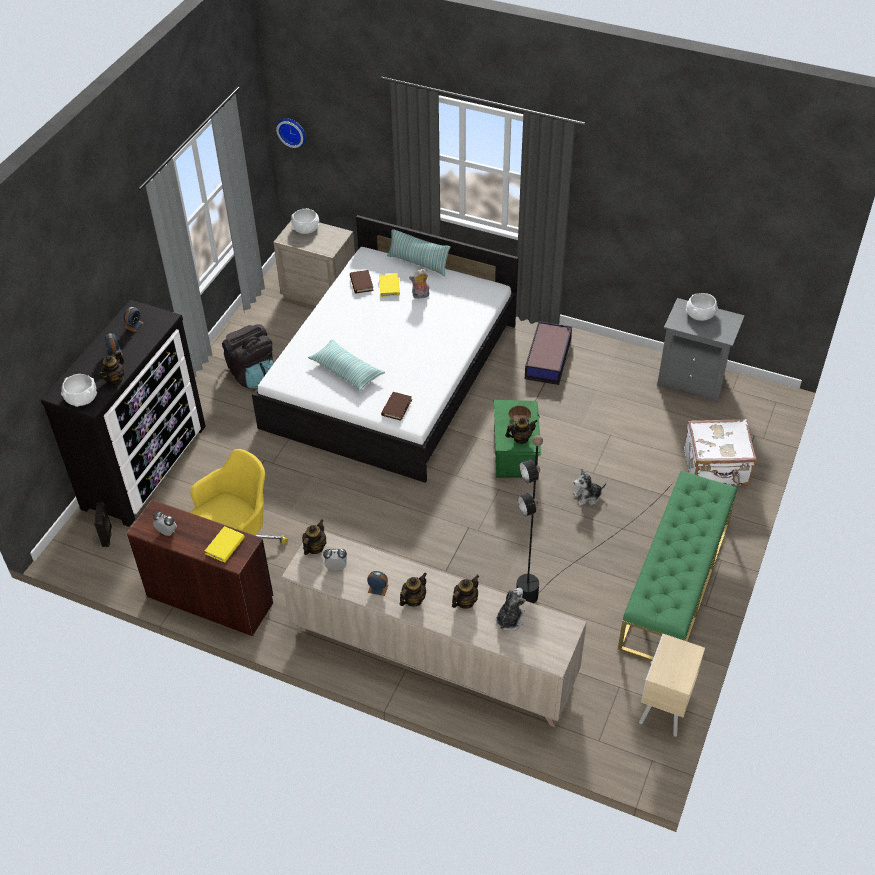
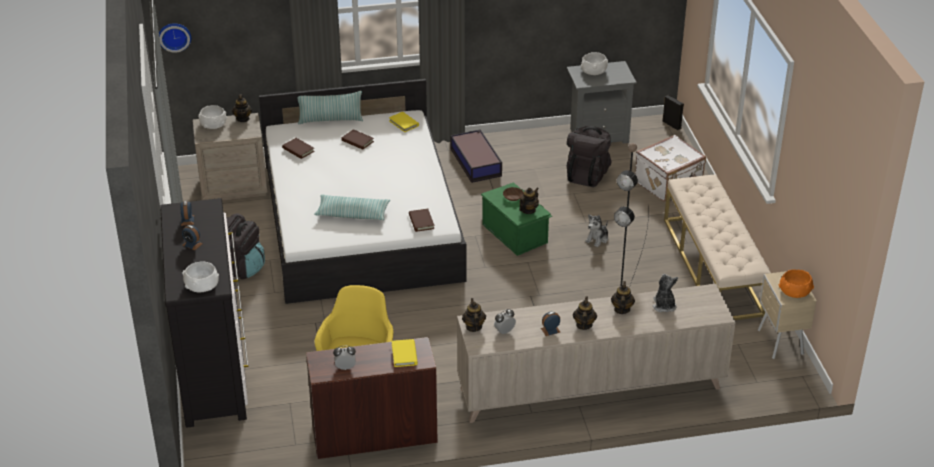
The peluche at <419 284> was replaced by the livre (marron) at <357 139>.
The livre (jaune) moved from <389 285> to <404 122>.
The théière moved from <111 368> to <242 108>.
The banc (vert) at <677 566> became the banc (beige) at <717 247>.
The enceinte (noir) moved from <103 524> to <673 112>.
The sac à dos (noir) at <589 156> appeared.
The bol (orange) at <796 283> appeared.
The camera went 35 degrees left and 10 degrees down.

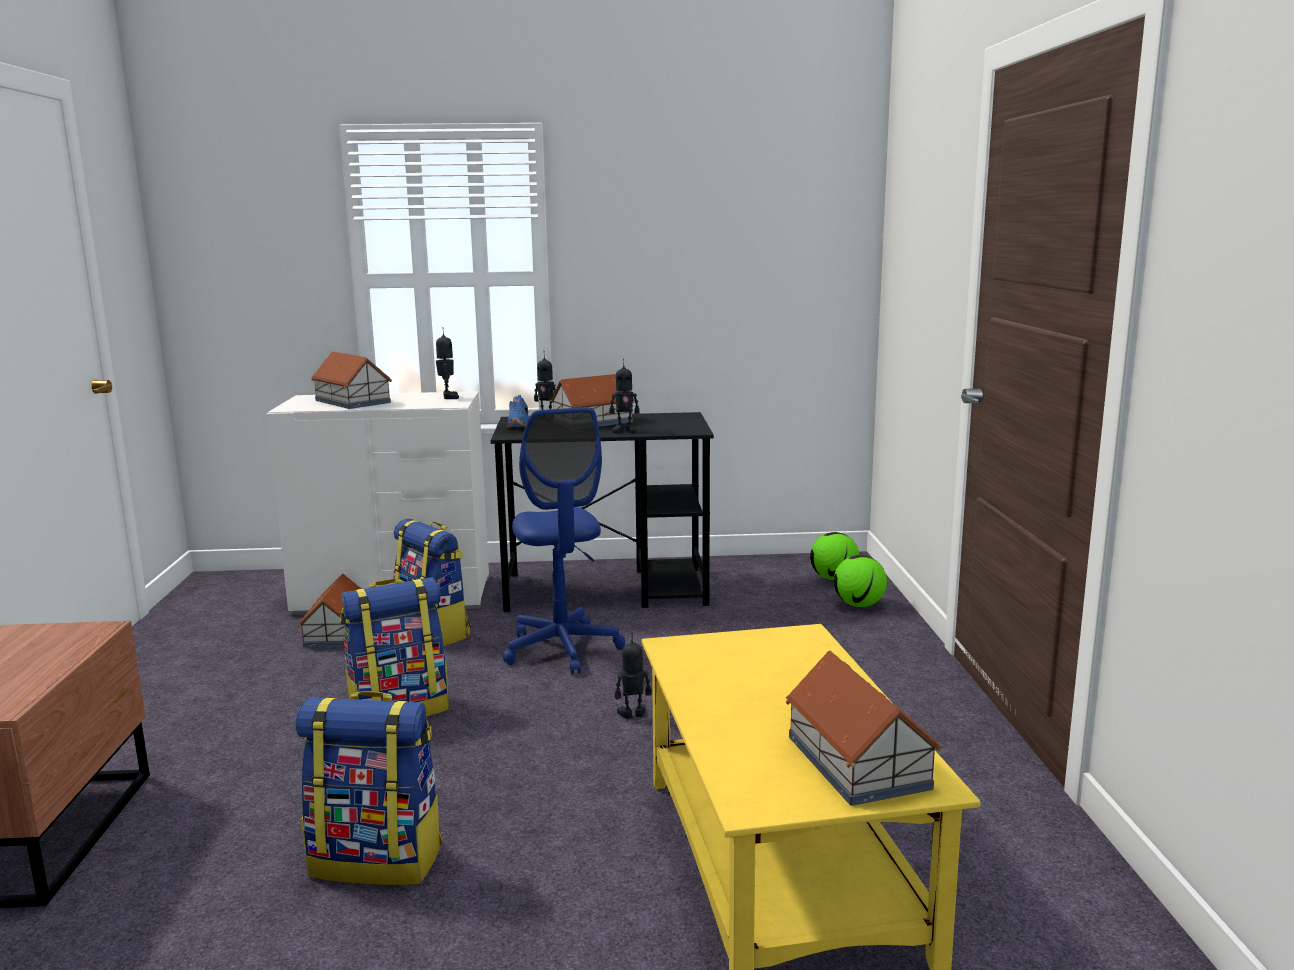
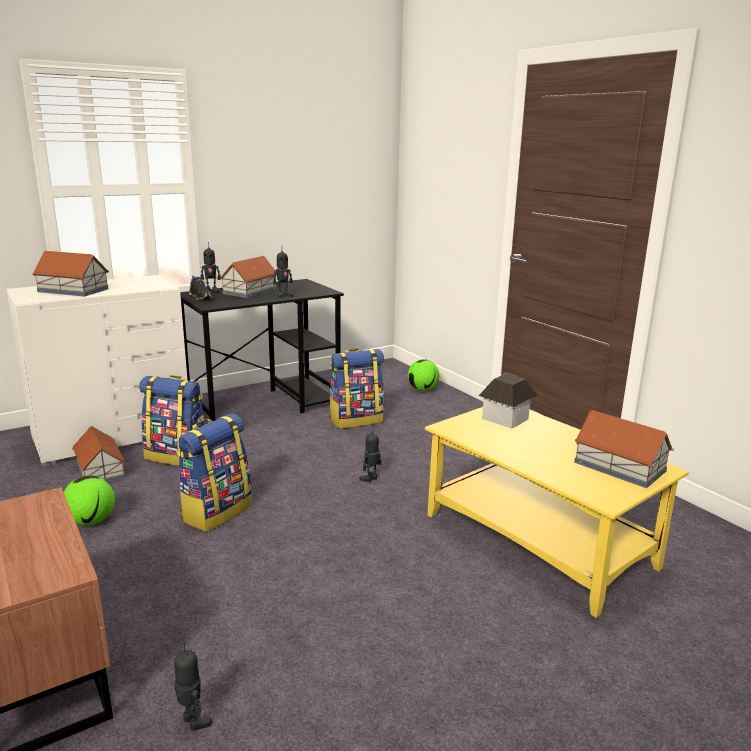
The robot jouet moved from <447 363> to <193 686>.
The chaussure (bleu) at <518 411> became the chaussure (noir) at <201 288>.
The chaise de bureau (bleu) at <564 541> disappeared.
The ballon de foot moved from <835 556> to <89 500>.
The sac à dos moved from <369 788> to <356 388>.
The maison miniature at <508 401> appeared.
The camera went 30 degrees left and 5 degrees up.

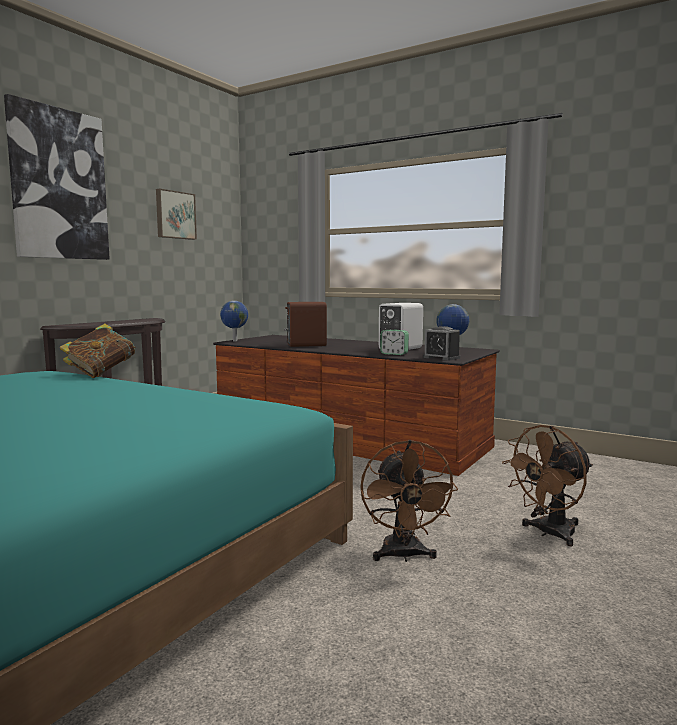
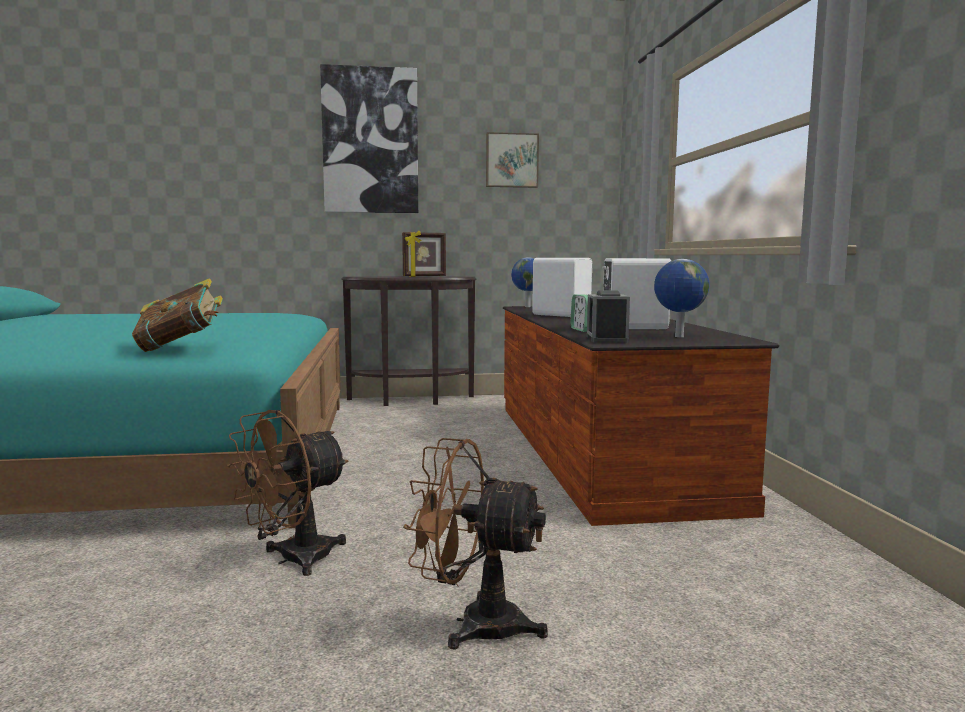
The enceinte (marron) at <305 324> became the enceinte (blanc) at <562 287>.
The livre moved from <98 351> to <177 315>.
The cadre photo at <424 254> appeared.
The camera went 50 degrees right and 0 degrees up.

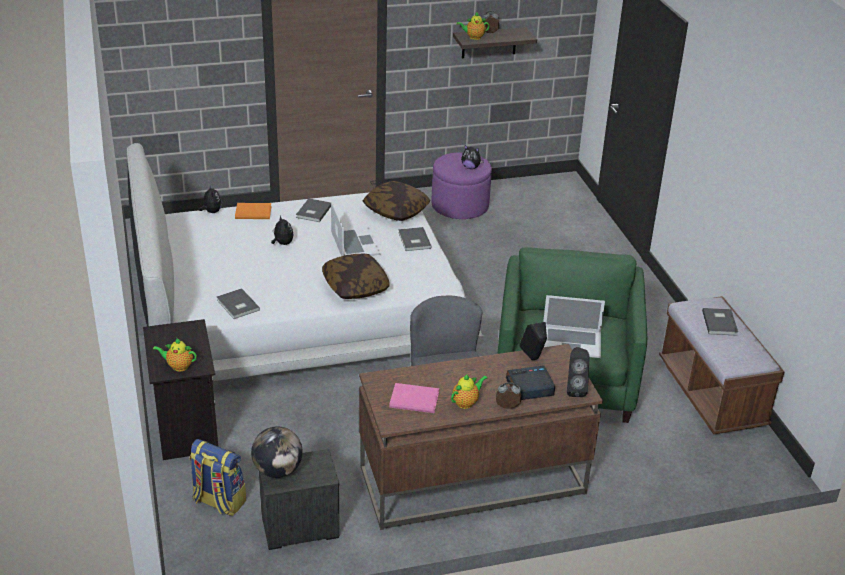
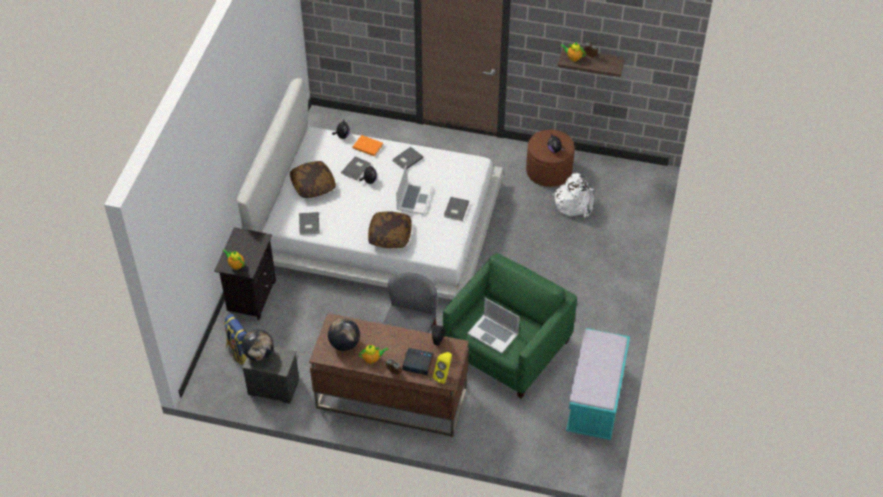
The pouf (violet) at <462 185> became the pouf (marron) at <550 158>.
The coussin moved from <396 201> to <313 179>.
The banc (marron) at <721 365> became the banc (turquoise) at <598 384>.
The livre (gris) moved from <720 322> to <355 168>.
The enceinte (noir) at <578 372> became the enceinte (jaune) at <442 368>.
The livre (rose) at <414 398> was replaced by the globe at <344 334>.
The sac à dos (blanc) at <573 195> appeared.
The camera went 30 degrees right and 15 degrees up.

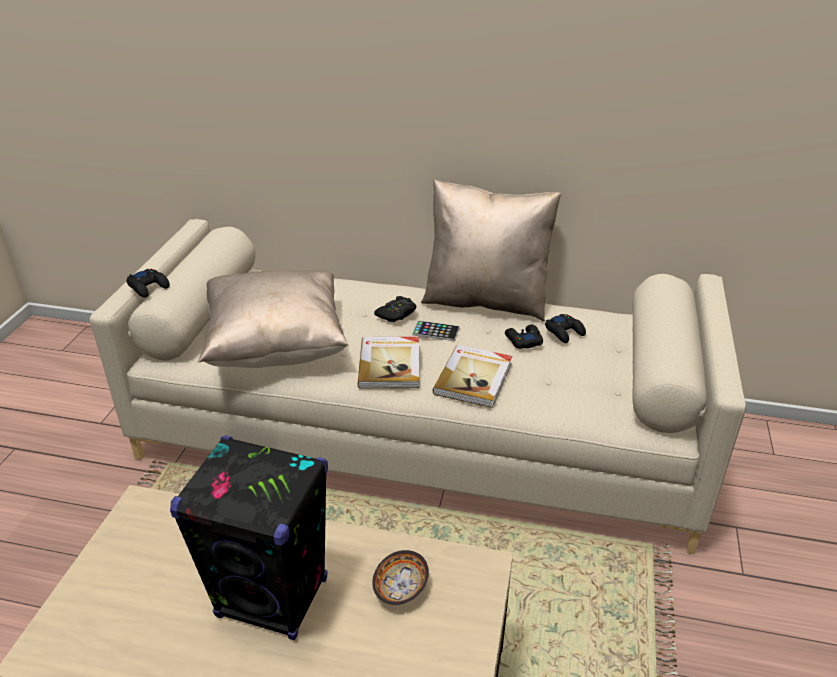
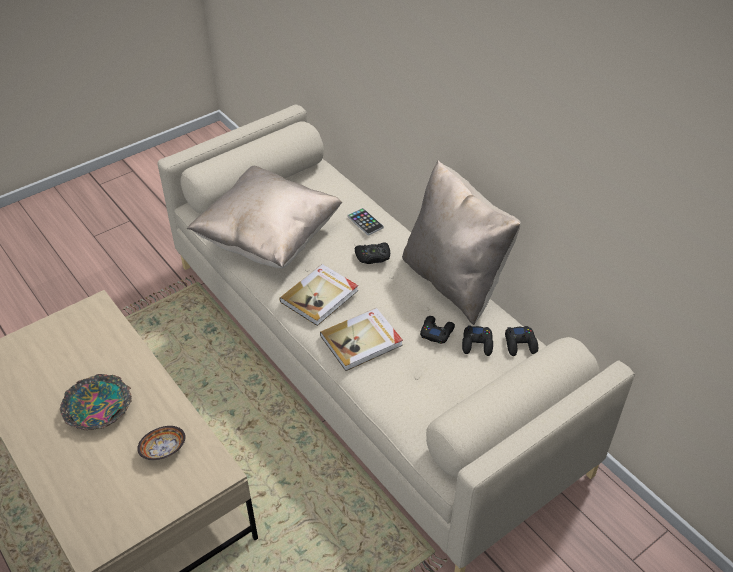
The manette (noir) moved from <148 283> to <521 341>.
The téléphone moved from <436 330> to <365 221>.
The enceinte (noir) at <249 537> was replaced by the bol at <96 402>.
The camera went 40 degrees right and 10 degrees up.

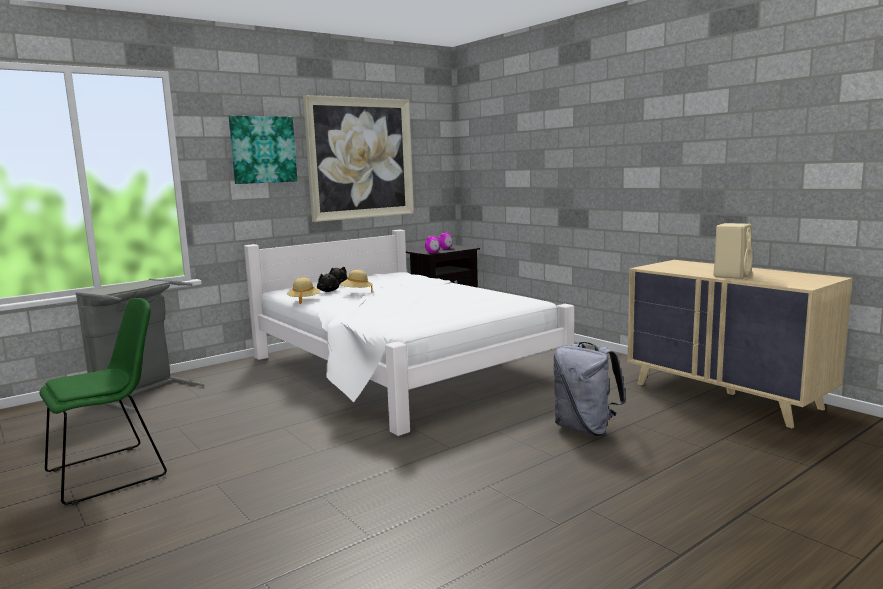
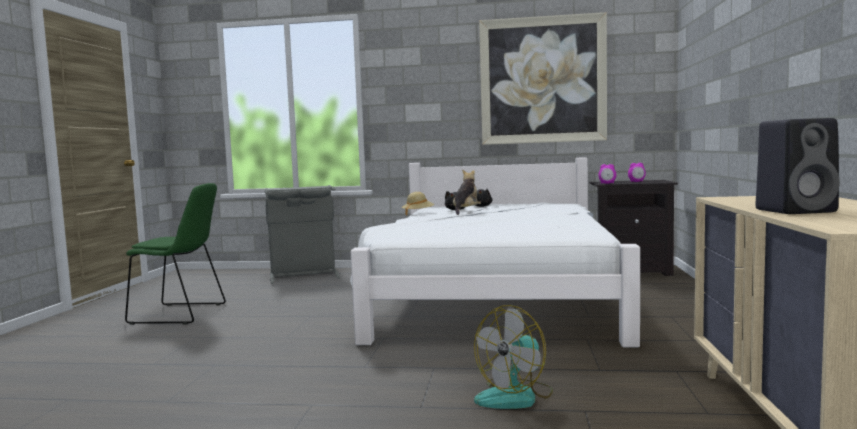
The tableau at <263 150> disappeared.
The enceinte (beige) at <733 251> became the enceinte (noir) at <798 166>.
The chapeau (beige) at <356 281> was replaced by the peluche at <467 192>.
The sac à dos (gris) at <589 389> was replaced by the ventilateur at <513 357>.
The camera went 45 degrees right and 5 degrees down.

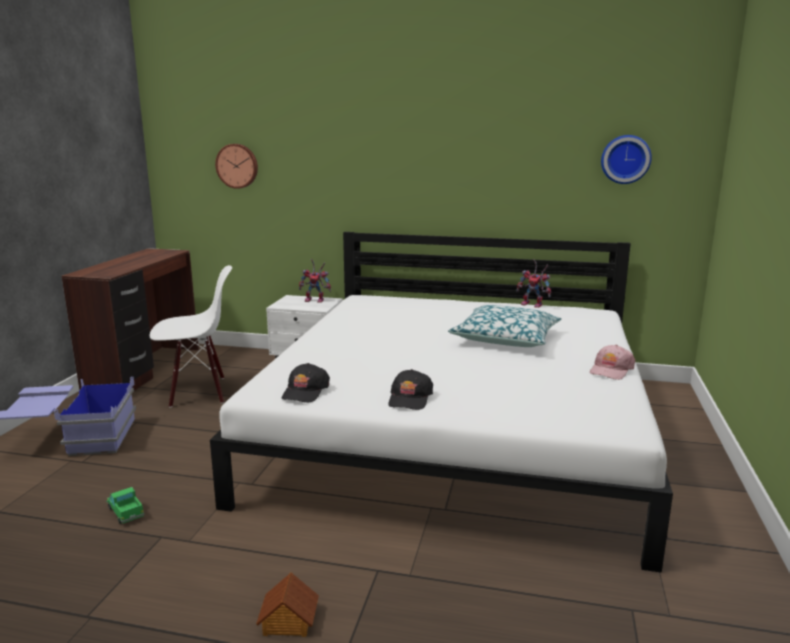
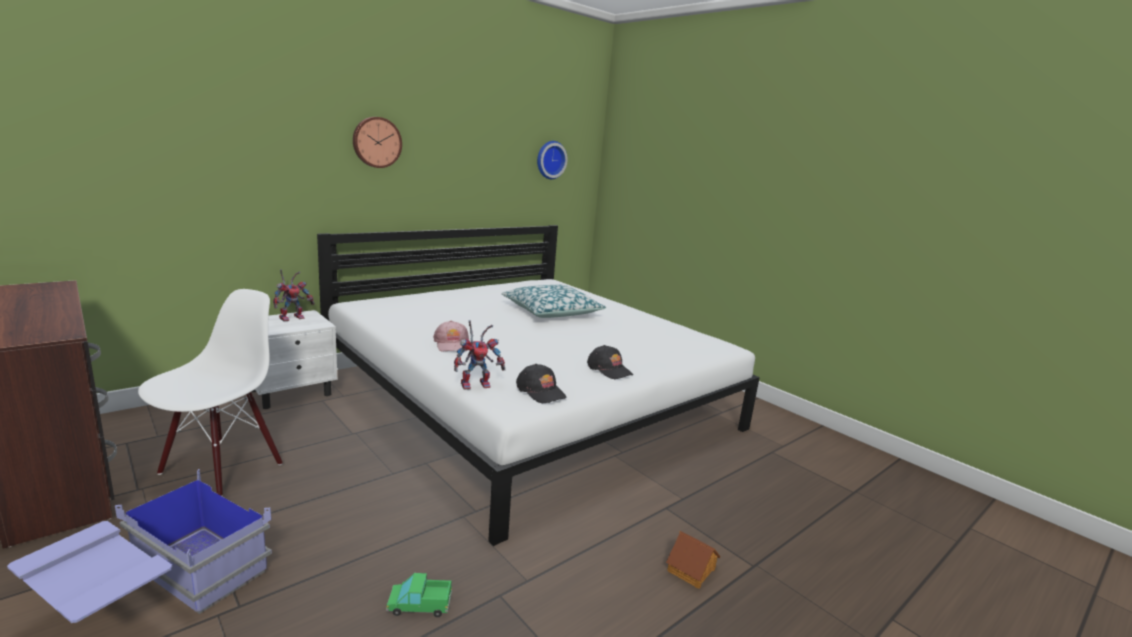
The horloge murale moved from <236 166> to <377 142>.
The robot jouet moved from <533 283> to <479 355>.
The casquette (rose) moved from <612 362> to <451 336>.
The camera went 55 degrees left and 0 degrees up.

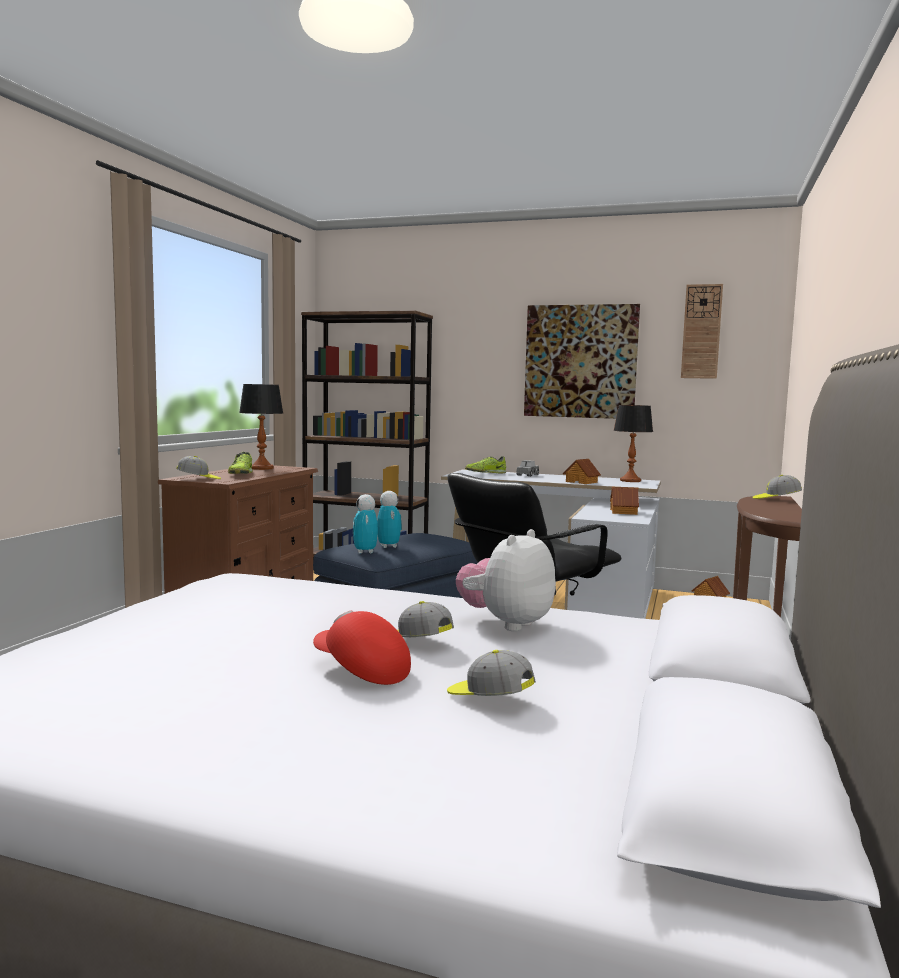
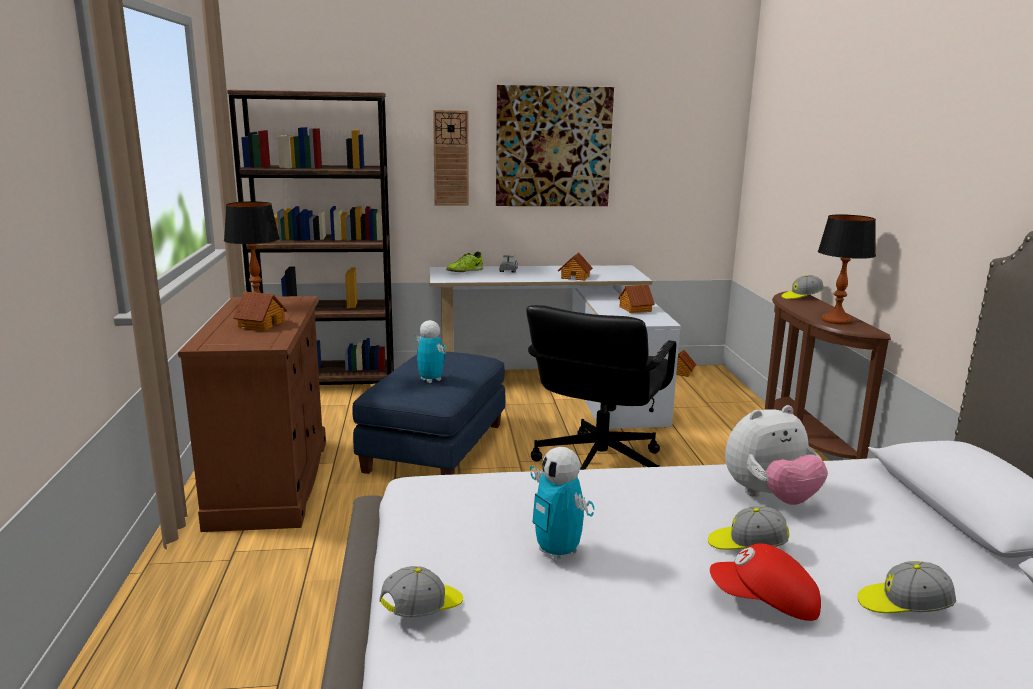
The horloge murale moved from <702 331> to <451 157>.
The lampe de table moved from <633 443> to <847 269>.
The chaussure at <240 463> was replaced by the maison miniature at <260 311>.
The casquette moved from <198 467> to <421 591>.
The robot jouet moved from <365 524> to <562 504>.
The peluche at <506 580> turned 120 degrees counterclockwise.
The camera went 25 degrees left and 10 degrees up.

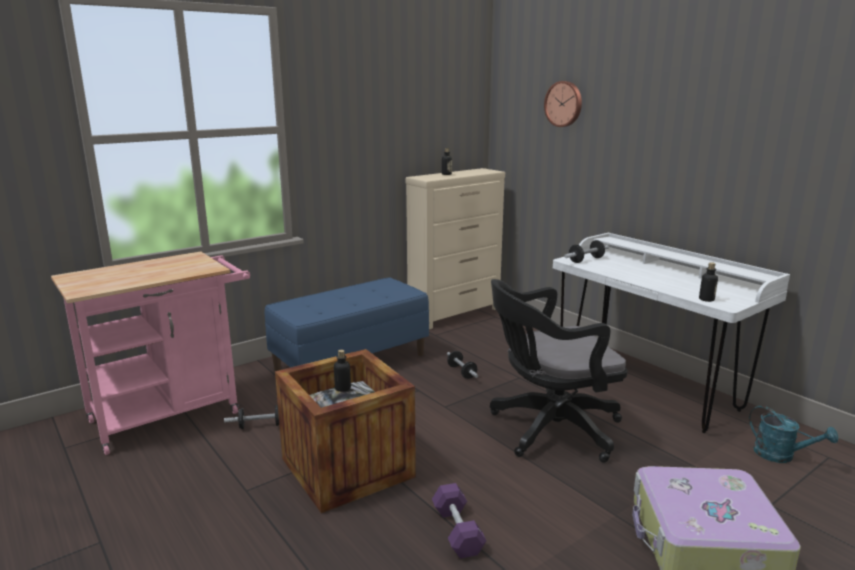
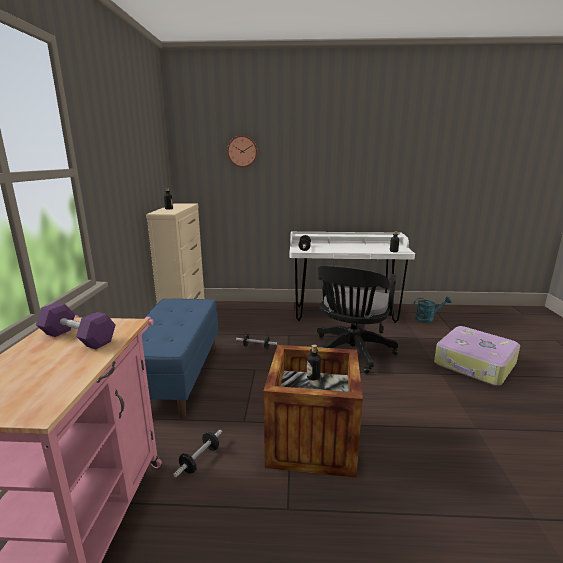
The haltère (violet) moved from <459 521> to <76 325>.
The camera went 50 degrees left and 0 degrees up.

